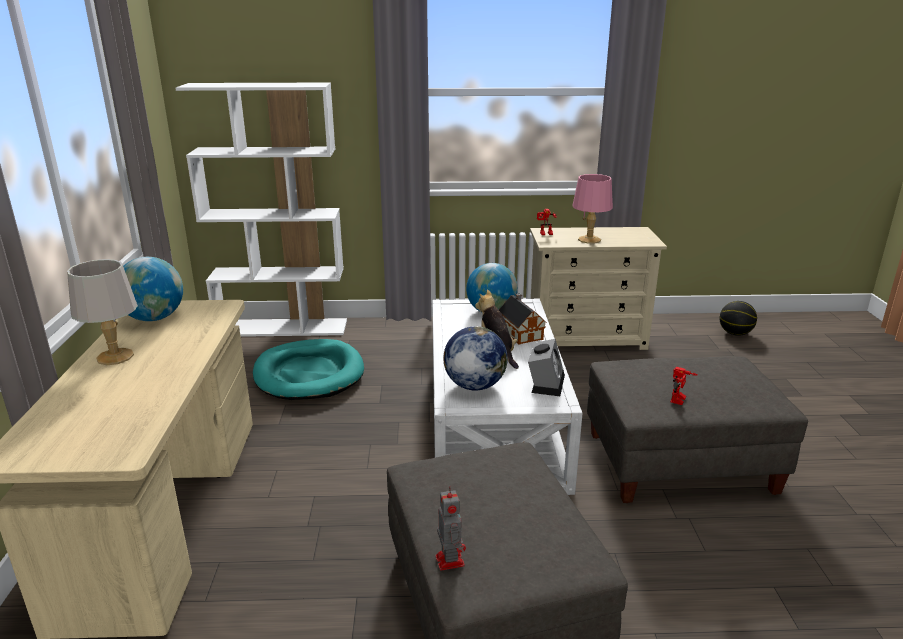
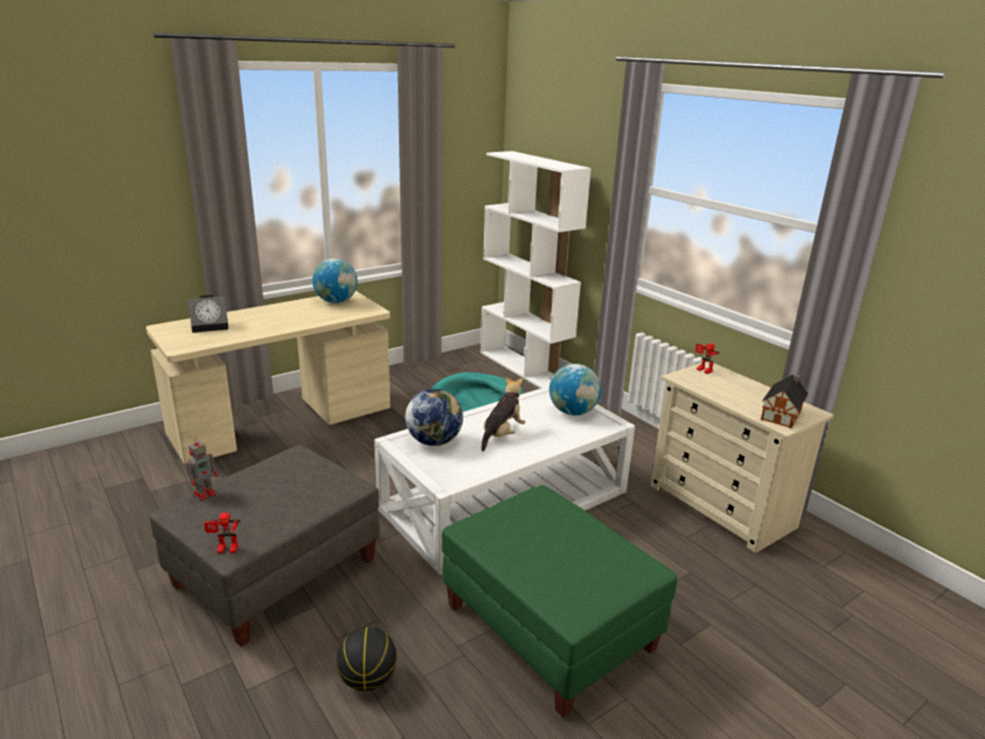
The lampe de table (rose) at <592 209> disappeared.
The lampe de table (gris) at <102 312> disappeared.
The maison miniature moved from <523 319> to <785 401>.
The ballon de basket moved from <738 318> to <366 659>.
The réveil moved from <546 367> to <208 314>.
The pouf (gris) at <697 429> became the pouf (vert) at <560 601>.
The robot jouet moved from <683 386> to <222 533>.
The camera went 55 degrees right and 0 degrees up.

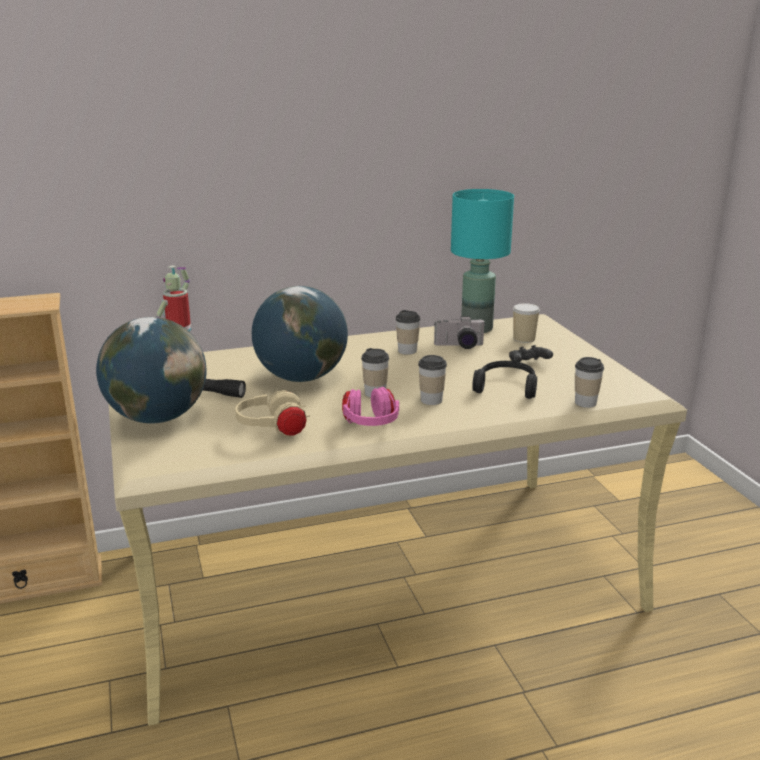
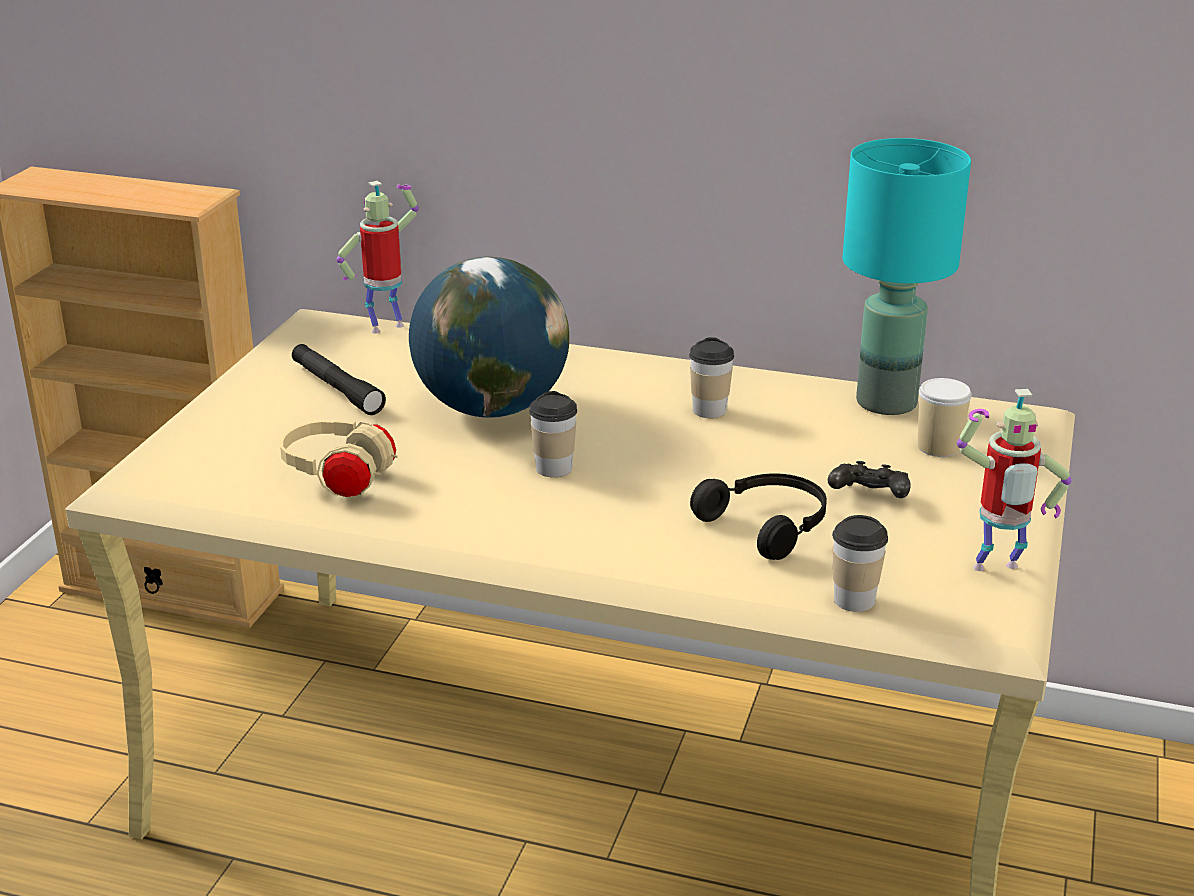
The appareil photo at <459 332> disappeared.
The globe at <151 370> disappeared.
The tasse at <432 380> disappeared.
The casque audio (rose) at <370 406> disappeared.
The robot jouet at <1014 480> appeared.
The camera went 35 degrees right and 5 degrees up.

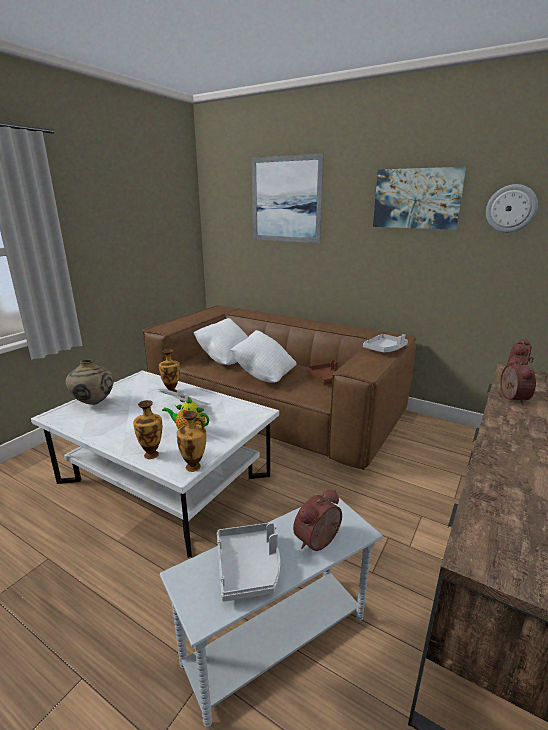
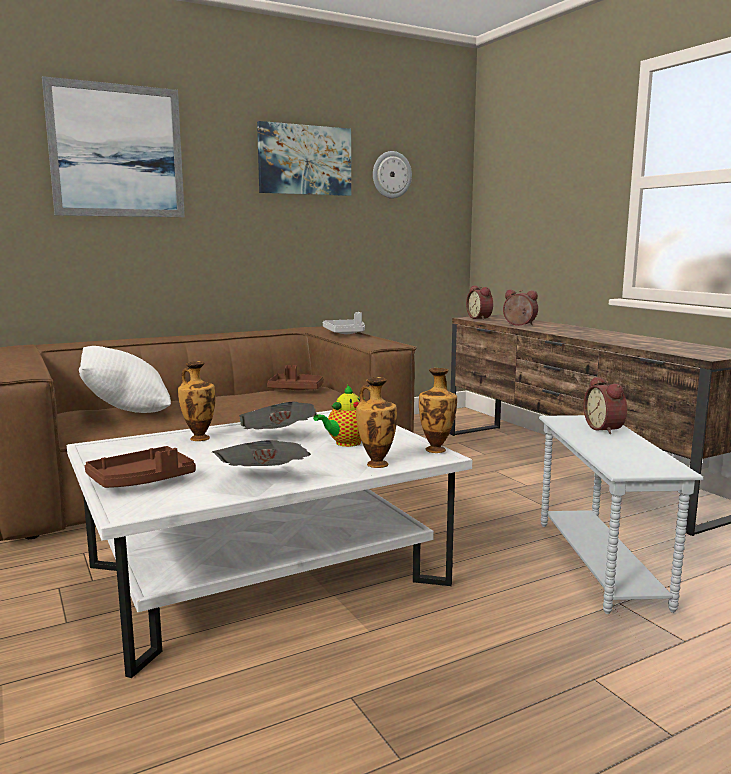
The coussin (blanc) at <264 356> disappeared.
The vase (beige) at <89 382> was replaced by the plateau (marron) at <140 467>.
The plateau (gris) at <248 561> disappeared.
The journal at <261 453> appeared.
The camera went 60 degrees left and 10 degrees down.

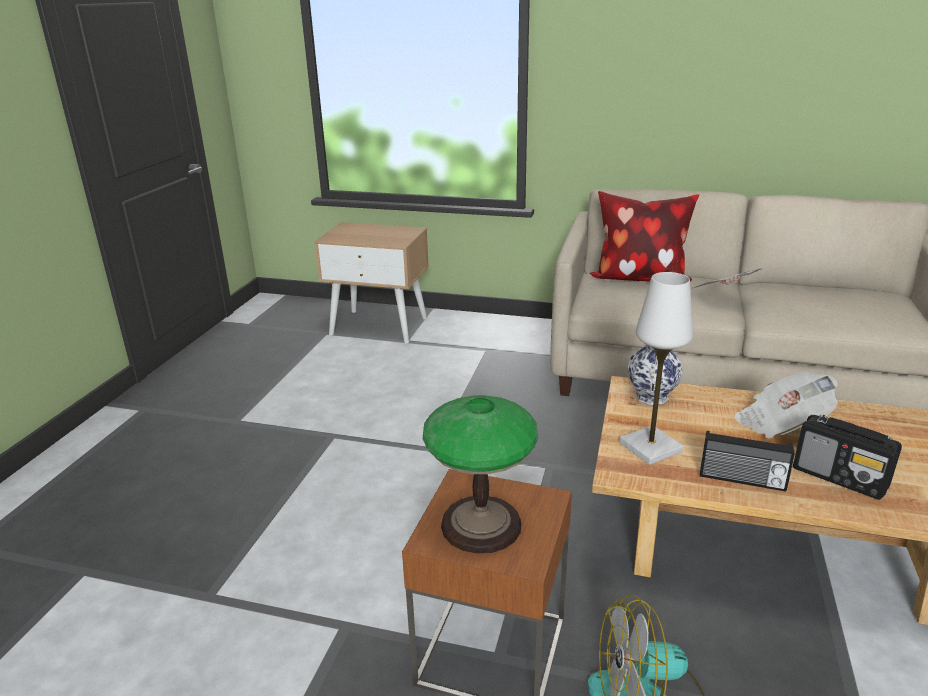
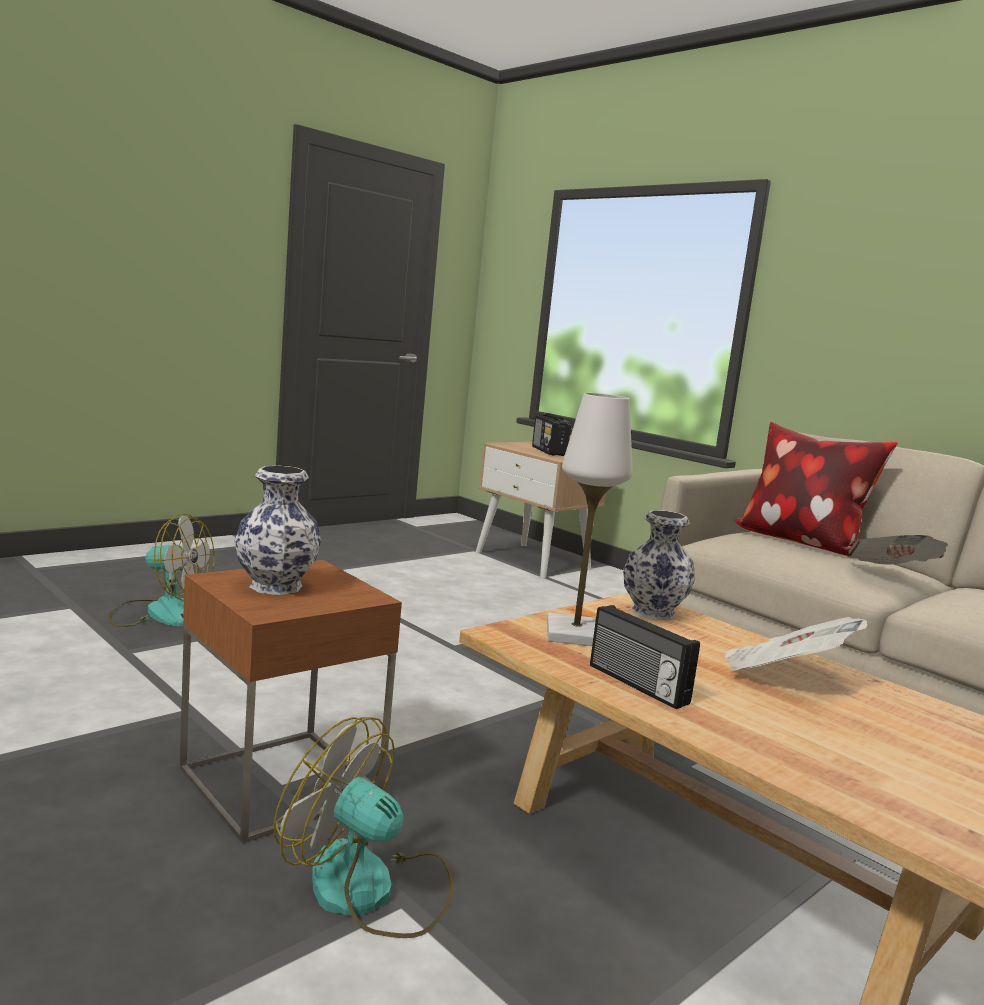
The lampe de table at <480 474> was replaced by the vase at <278 530>.
The radio moved from <847 457> to <551 434>.
The ventilateur at <161 570> appeared.
The camera went 30 degrees right and 15 degrees down.

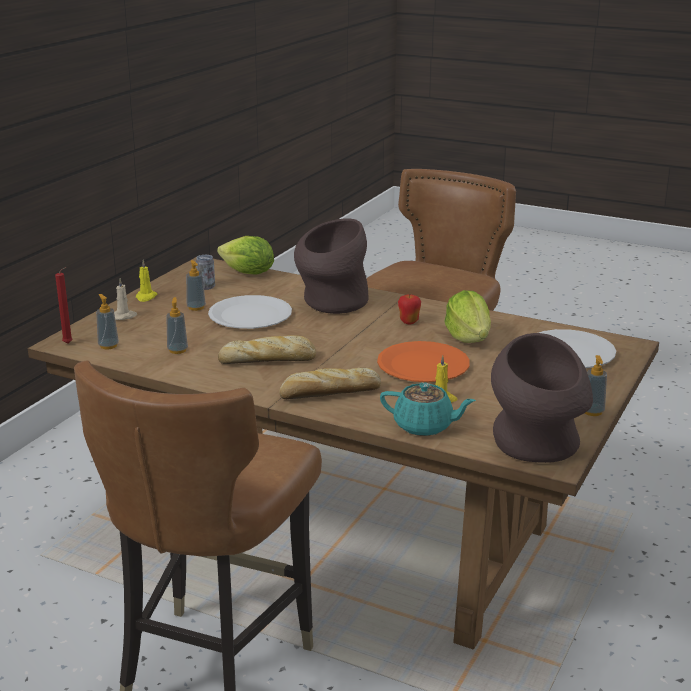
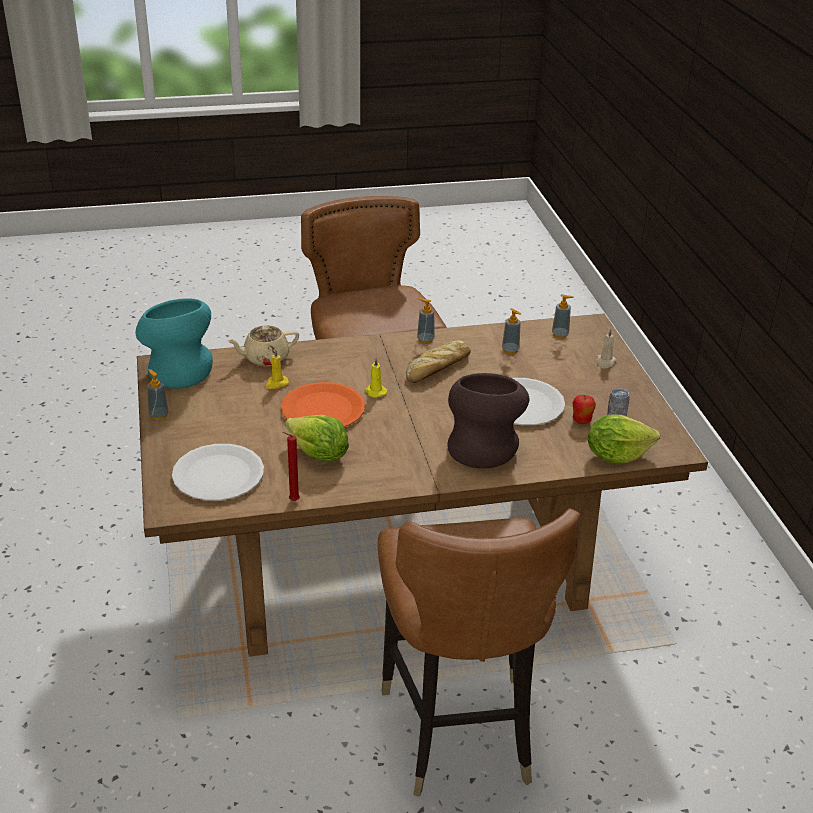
The bougie (jaune) moved from <146 281> to <376 378>.
The distributeur de savon moved from <196 285> to <426 320>.
The bougie (rouge) moved from <64 305> to <291 466>.
The pomme moved from <409 309> to <584 409>.
The vase (marron) at <542 398> became the vase (turquoise) at <174 343>.
The pain at <330 383> disappeared.
The théière (turquoise) at <428 409> became the théière (beige) at <263 345>.
The camera went 140 degrees right and 10 degrees up.

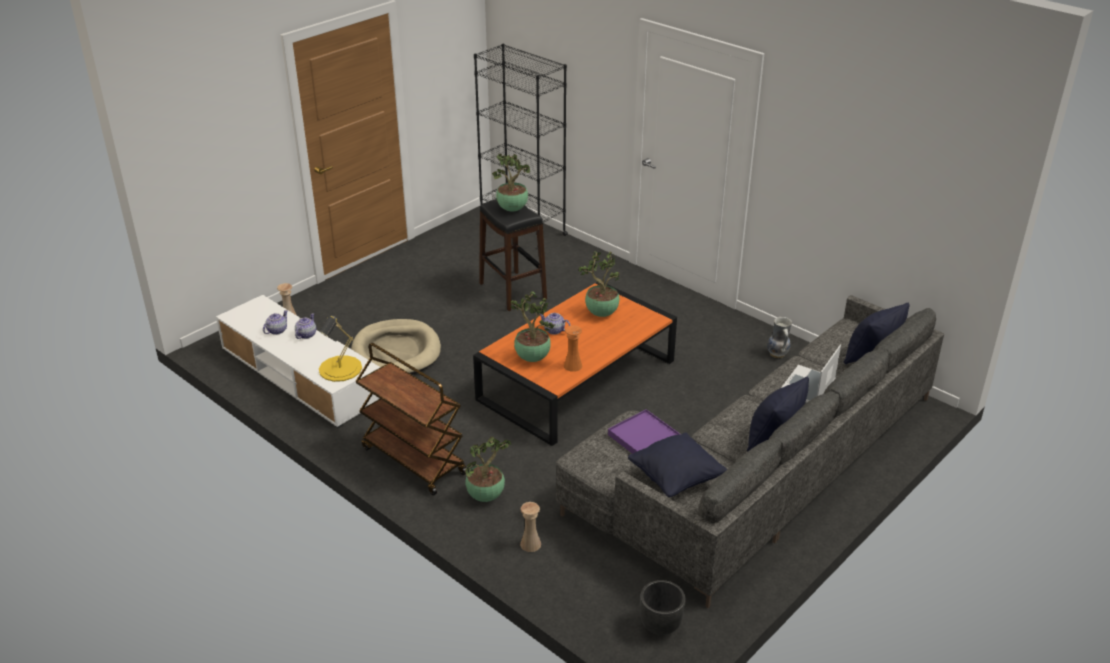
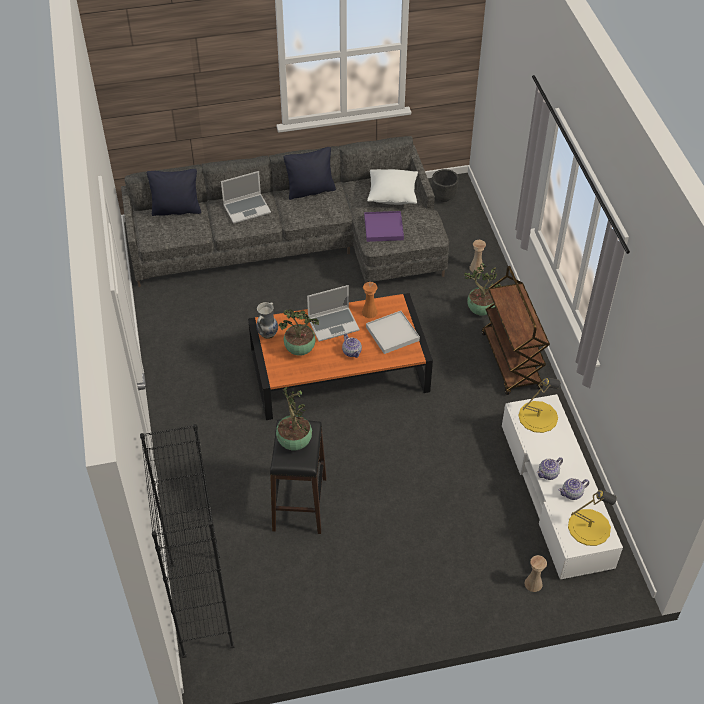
The plante en pot at <533 326> was replaced by the plateau (blanc) at <393 332>.
The vase moved from <779 337> to <267 320>.
The panier pour chien (beige) at <396 347> disappeared.
The coussin (noir) at <677 464> became the coussin (blanc) at <392 187>.
The ordinateur portable at <333 313> appeared.
The lampe de table (jaune) at <592 517> appeared.
The camera went 145 degrees left and 15 degrees up.

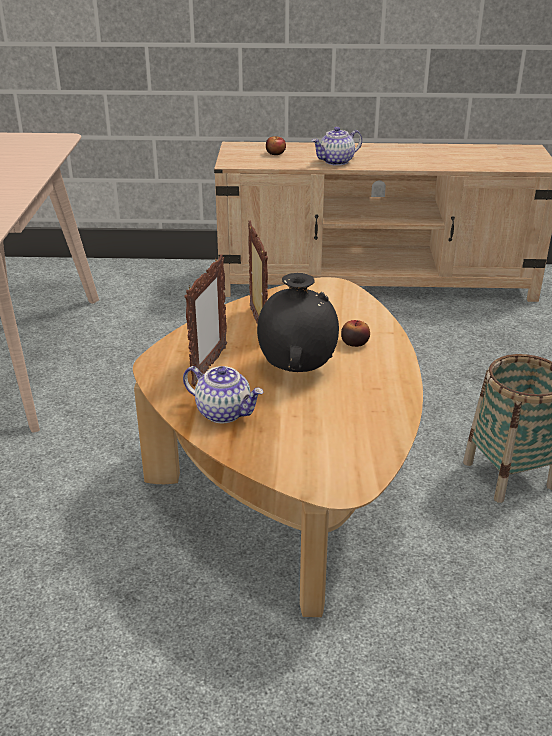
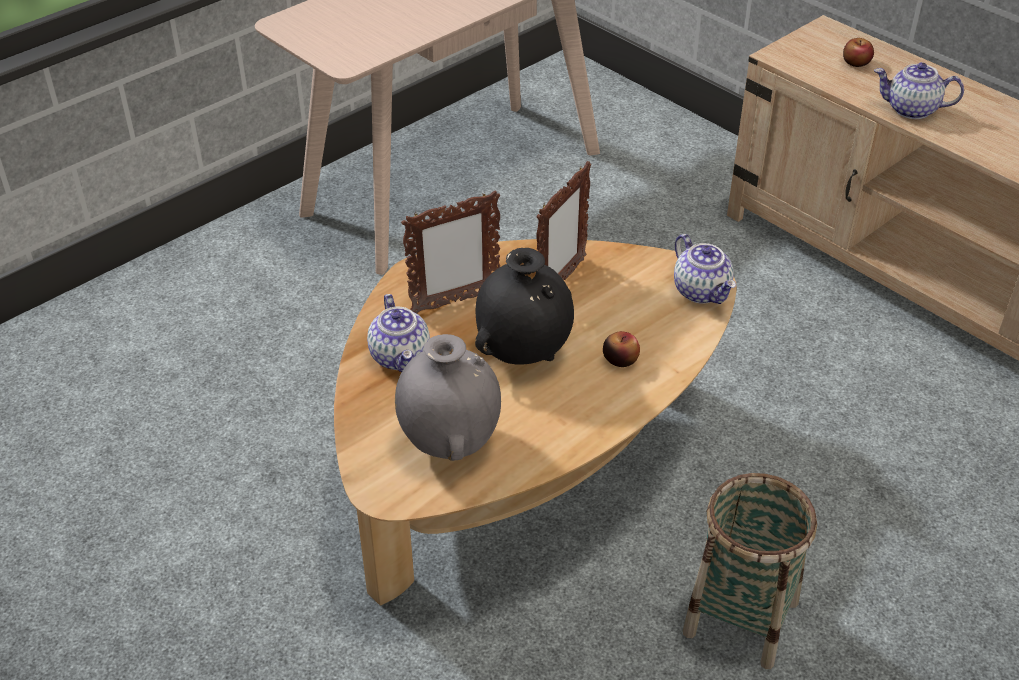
The théière at <705 269> appeared.
The vase (gris) at <448 397> appeared.
The camera went 45 degrees right and 10 degrees up.

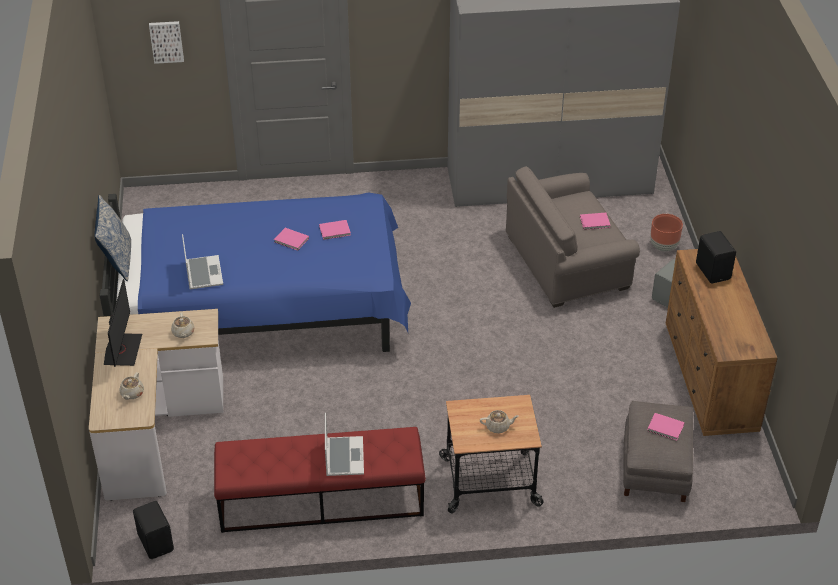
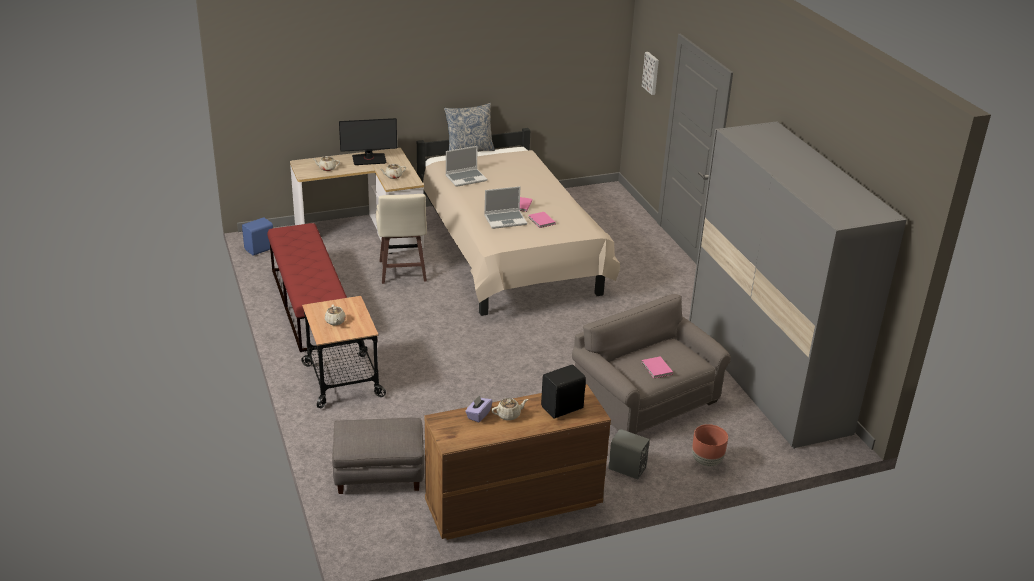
The lit (bleu) at <255 272> became the lit (beige) at <518 222>.
The ordinateur portable moved from <344 444> to <505 207>.
The livre (rose) at <666 427> disappeared.
The enceinte (noir) at <153 530> became the enceinte (bleu) at <257 236>.
The tabouret (beige) at <401 239> appeared.
The boîte à mouchoirs (violet) at <478 409> appeared.
The théière (beige) at <510 409> appeared.
The camera went 75 degrees right and 10 degrees down.

